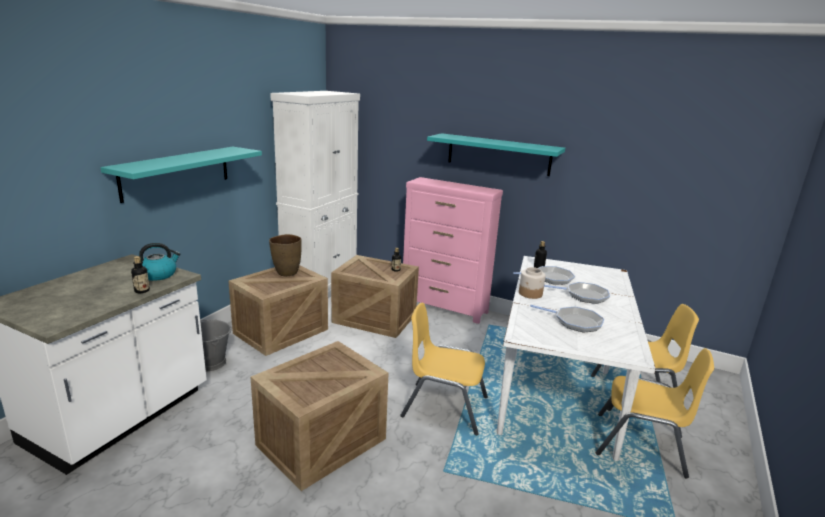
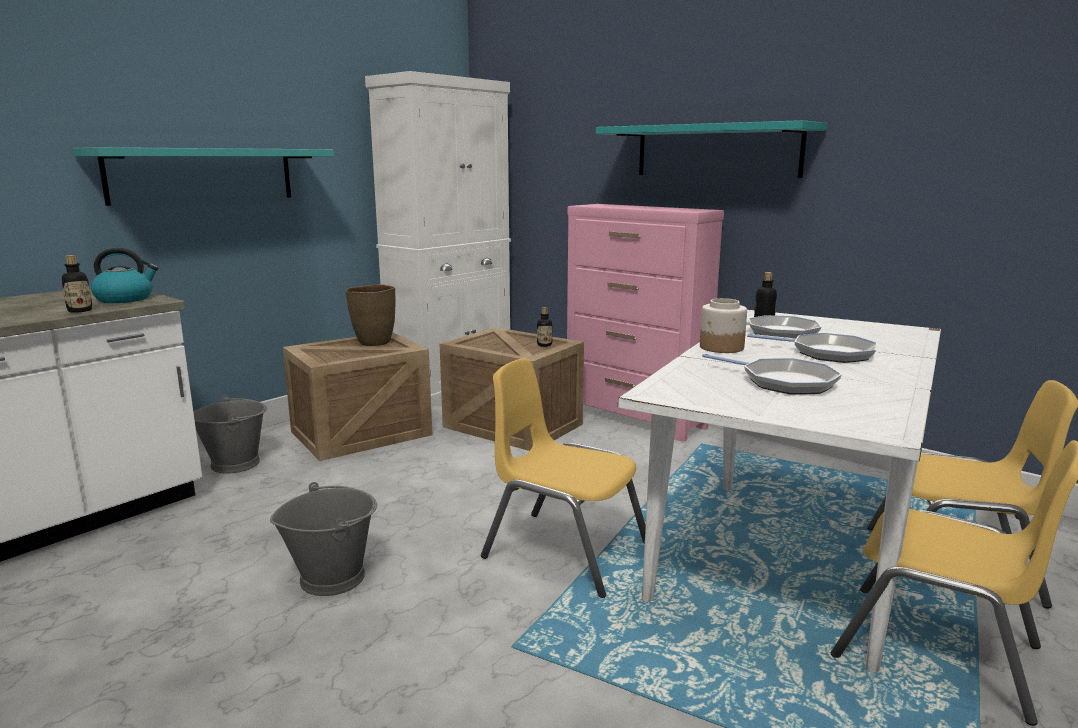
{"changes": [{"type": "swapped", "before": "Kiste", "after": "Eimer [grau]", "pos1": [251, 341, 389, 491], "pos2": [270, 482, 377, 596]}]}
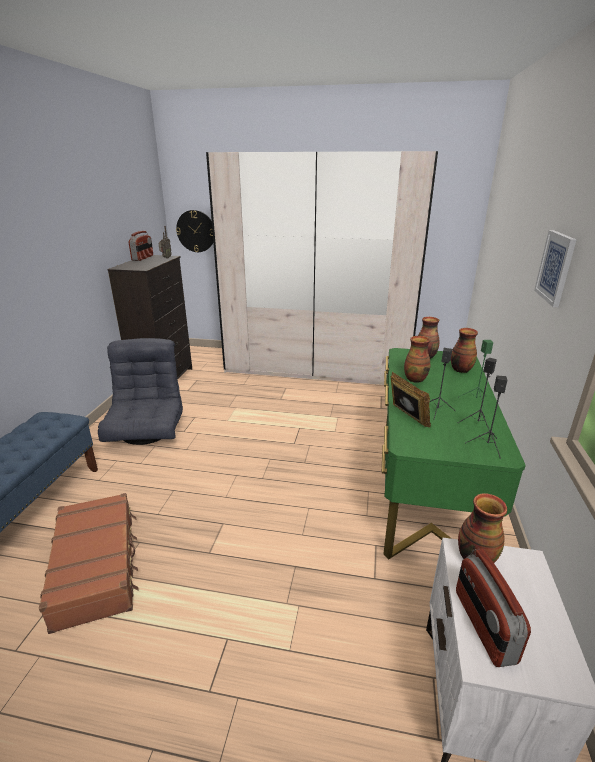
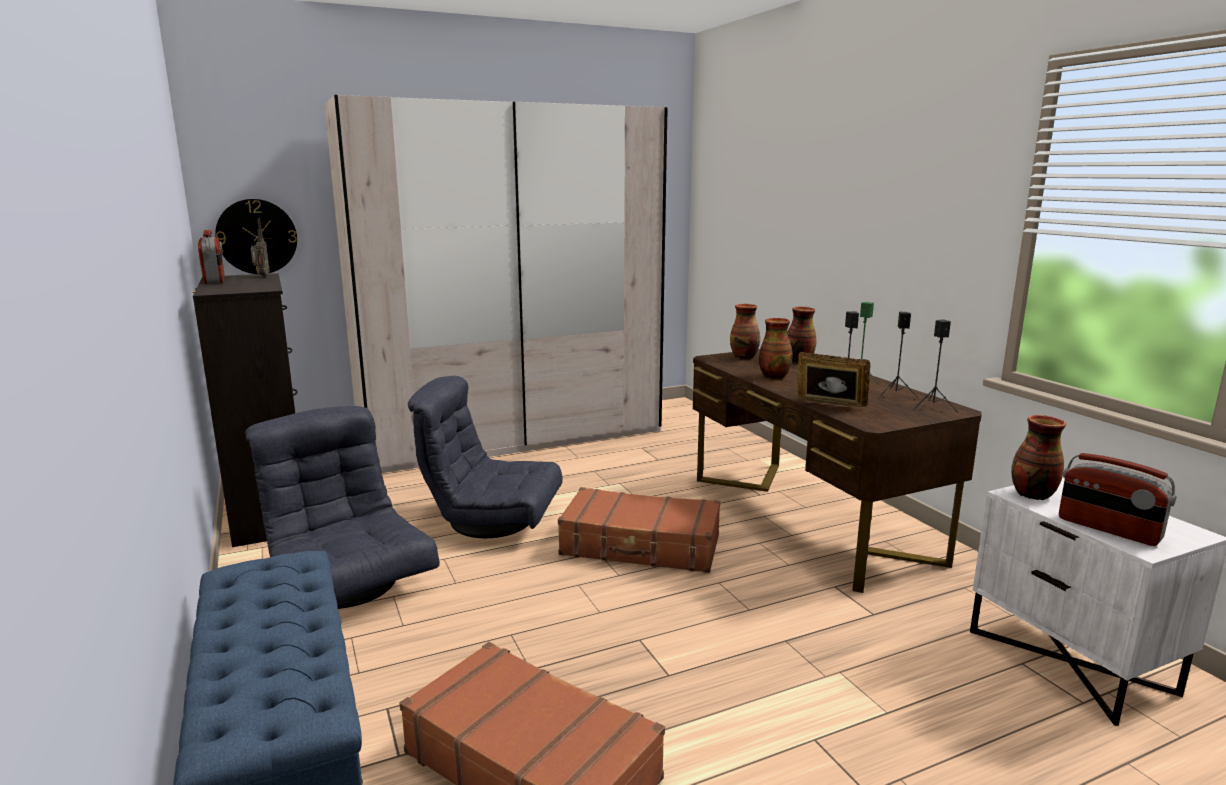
{"changes": [{"type": "gone", "before": "Bild", "pos1": [534, 230, 577, 307]}, {"type": "new", "after": "Sessel [grau]", "pos2": [408, 376, 563, 538]}, {"type": "new", "after": "Koffer [braun]", "pos2": [558, 487, 720, 573]}, {"type": "repainted", "before": "Schreibtisch [grün]", "after": "Schreibtisch [braun]", "pos1": [382, 348, 526, 559], "pos2": [693, 349, 982, 593]}]}
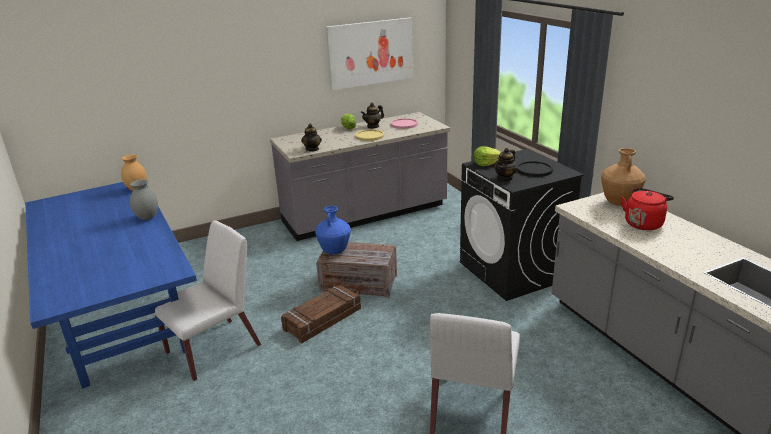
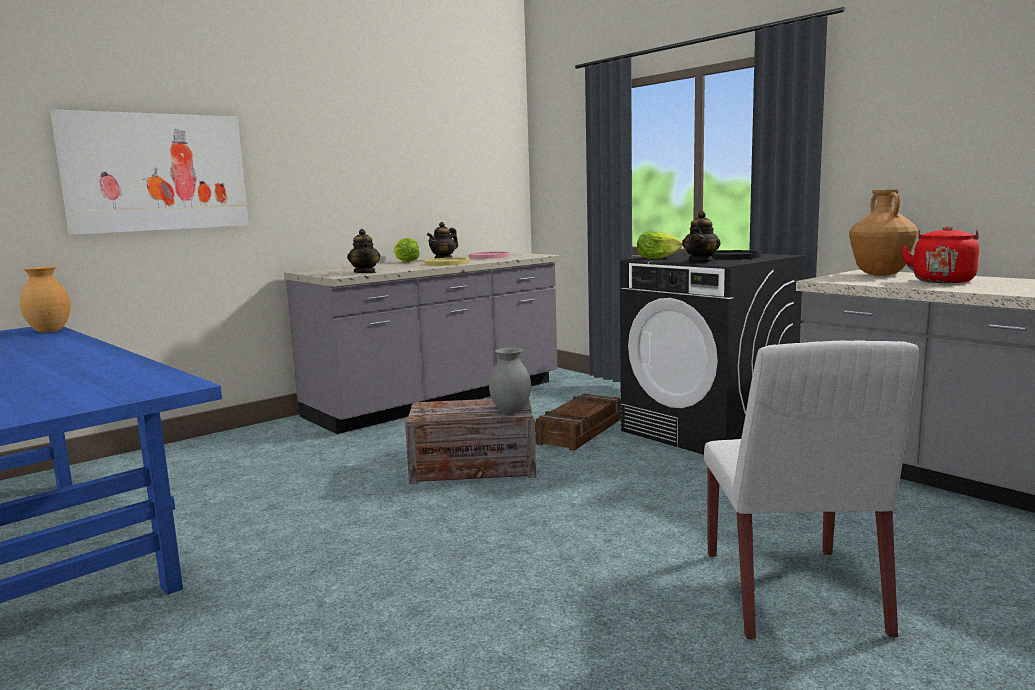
{"changes": [{"type": "gone", "before": "Stuhl [weiß]", "pos1": [153, 220, 261, 381]}, {"type": "gone", "before": "Vase [blau]", "pos1": [315, 206, 351, 255]}, {"type": "shifted", "before": "Vase [grau]", "pos1": [130, 179, 158, 220], "pos2": [489, 348, 531, 414]}, {"type": "shifted", "before": "Kiste", "pos1": [281, 284, 361, 343], "pos2": [535, 394, 621, 451]}, {"type": "shifted", "before": "Bild", "pos1": [326, 18, 413, 90], "pos2": [50, 109, 249, 235]}]}
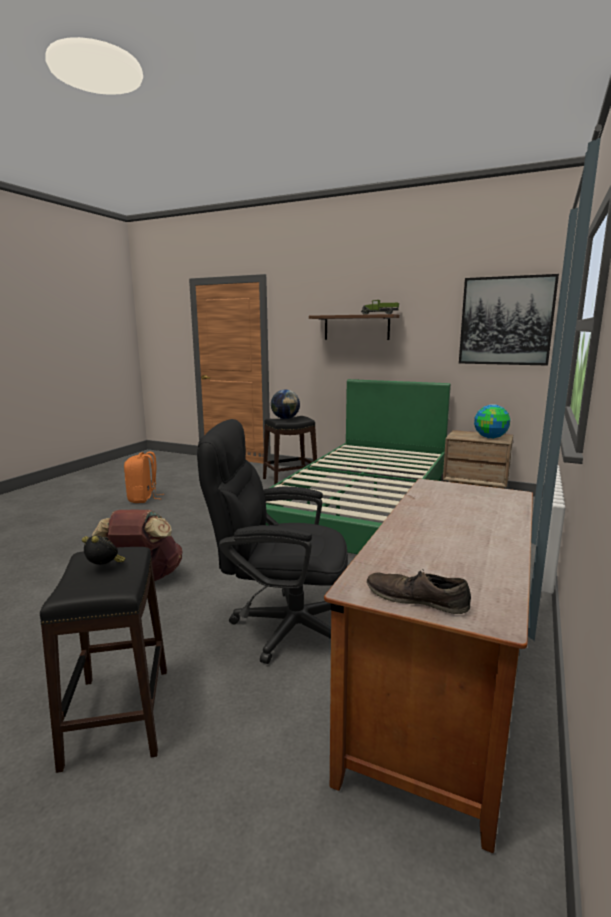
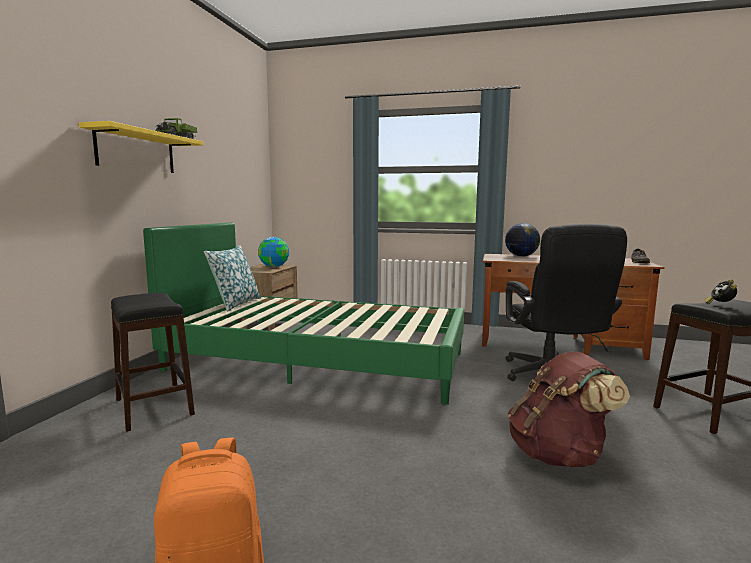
{"changes": [{"type": "gone", "before": "Bild", "pos1": [459, 274, 559, 366]}, {"type": "new", "after": "Kissen", "pos2": [204, 245, 261, 312]}, {"type": "shifted", "before": "Globus", "pos1": [271, 390, 300, 419], "pos2": [505, 223, 540, 257]}, {"type": "repainted", "before": "Wandregal [braun]", "after": "Wandregal [gelb]", "pos1": [309, 314, 399, 340], "pos2": [79, 121, 204, 173]}]}
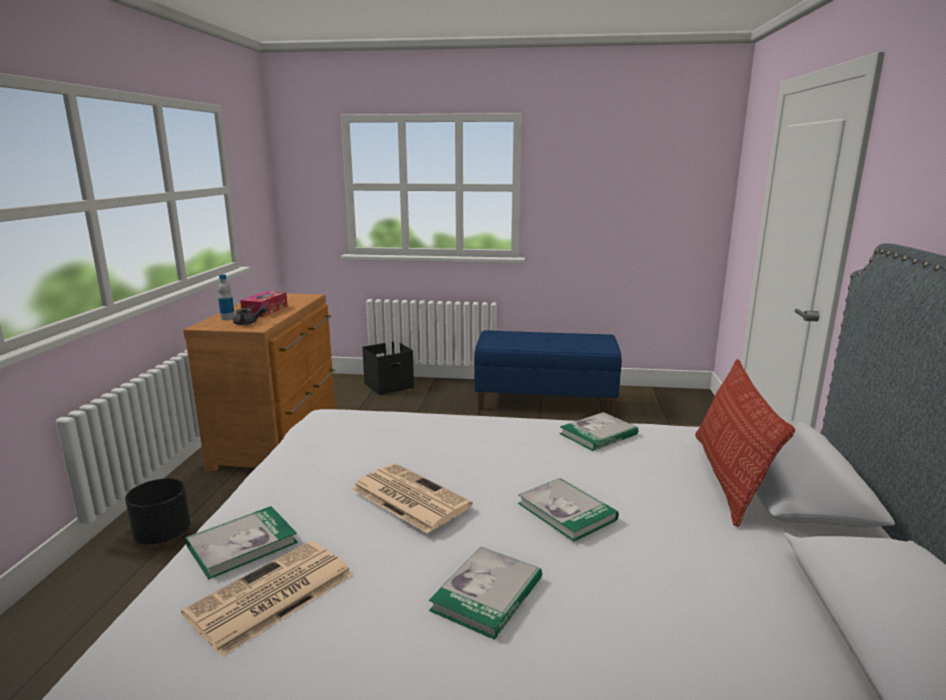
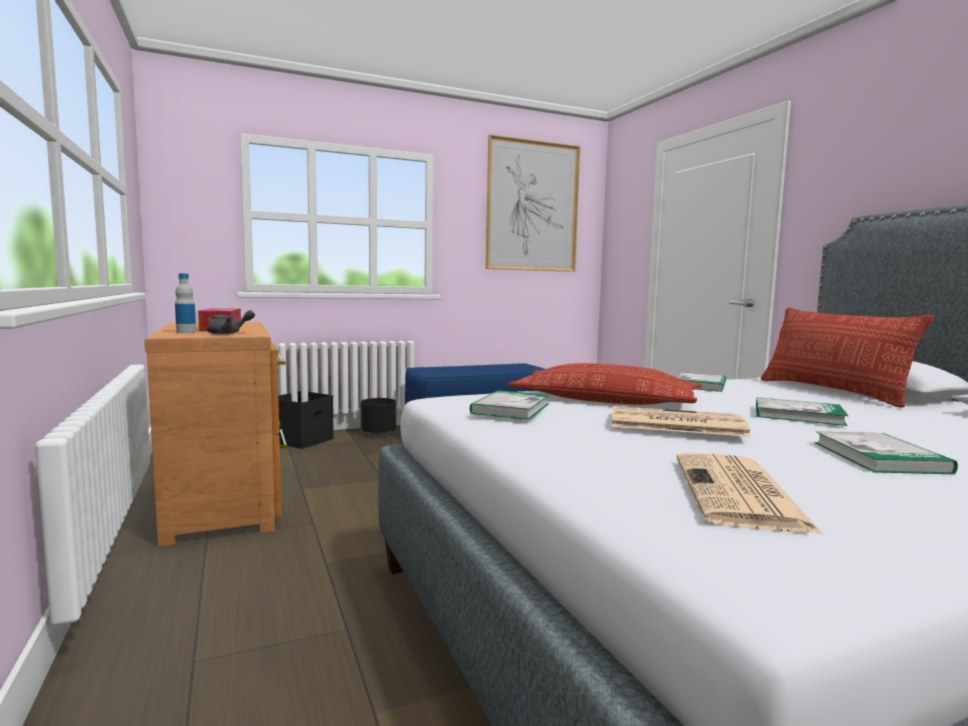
{"changes": [{"type": "new", "after": "Bild", "pos2": [486, 134, 580, 272]}, {"type": "new", "after": "Kissen", "pos2": [508, 363, 702, 405]}, {"type": "shifted", "before": "Pflanzkübel [schwarz]", "pos1": [125, 478, 191, 544], "pos2": [361, 398, 396, 436]}, {"type": "shifted", "before": "Buch", "pos1": [186, 506, 298, 579], "pos2": [470, 390, 549, 420]}]}
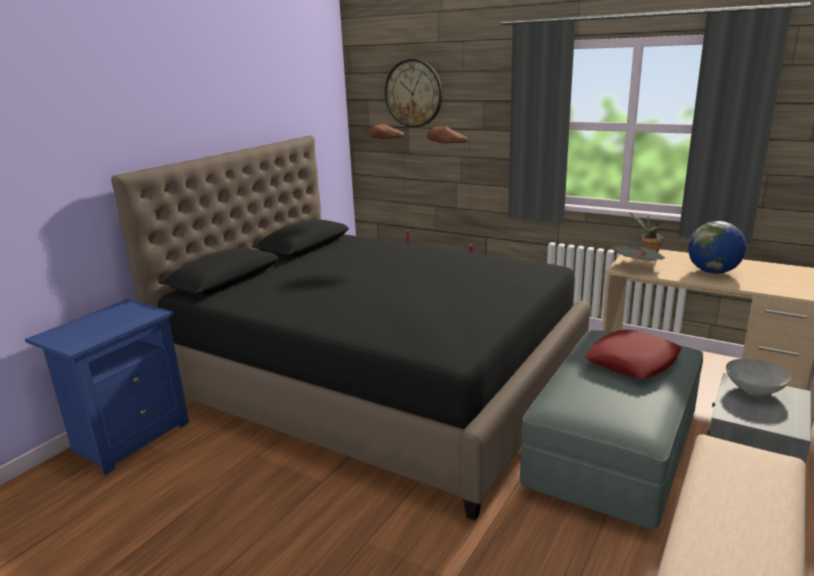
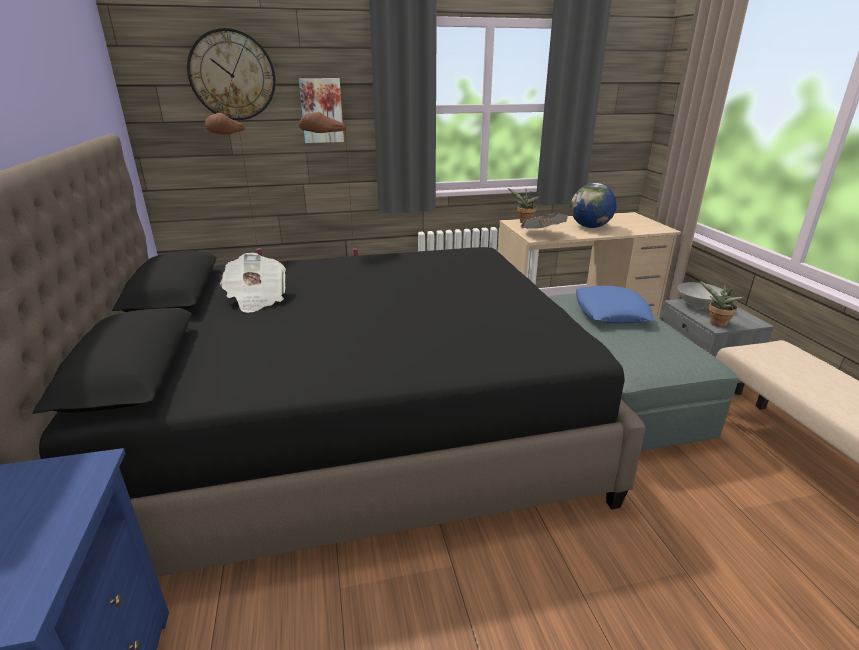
{"changes": [{"type": "new", "after": "Zeitung", "pos2": [220, 253, 286, 313]}, {"type": "new", "after": "Bild", "pos2": [299, 78, 344, 143]}, {"type": "new", "after": "Topfpflanze", "pos2": [700, 281, 744, 327]}, {"type": "repainted", "before": "Kissen [rot]", "after": "Kissen [blau]", "pos1": [585, 330, 682, 378], "pos2": [576, 286, 654, 323]}]}
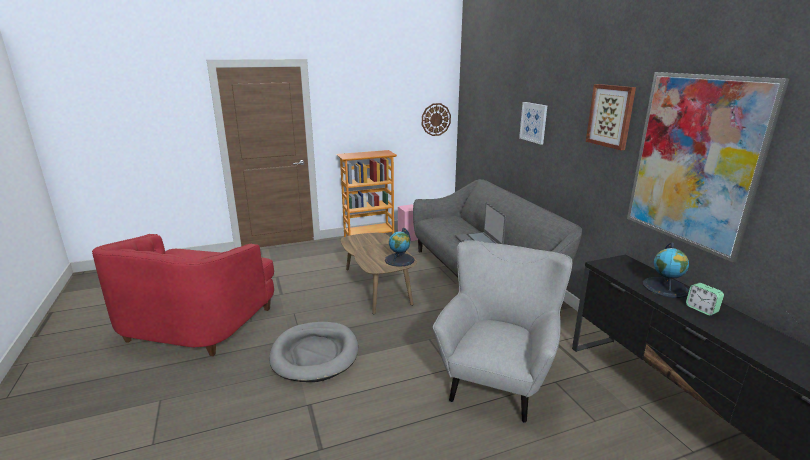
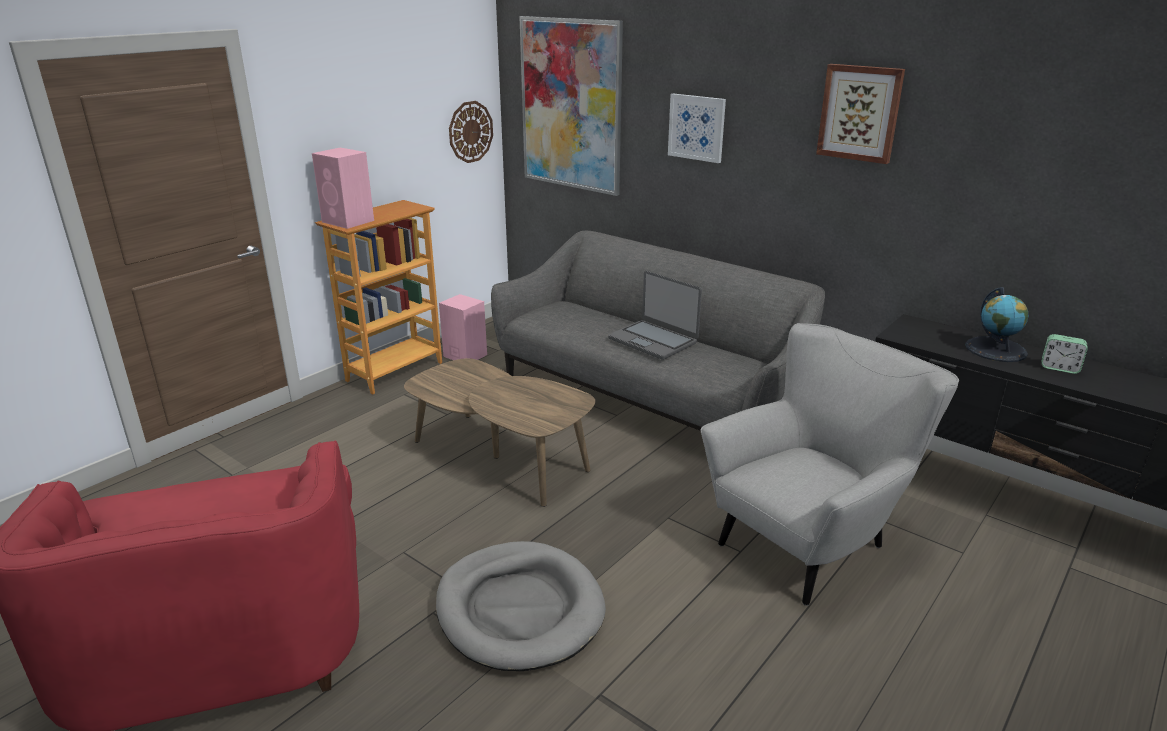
{"changes": [{"type": "gone", "before": "Globus", "pos1": [385, 228, 414, 267]}, {"type": "new", "after": "Lautsprecher [rosa]", "pos2": [312, 148, 374, 229]}, {"type": "shifted", "before": "Bild", "pos1": [627, 72, 789, 262], "pos2": [519, 16, 623, 196]}, {"type": "rotated", "before": "Sessel [grau]", "pos1": [433, 240, 572, 423], "pos2": [701, 323, 959, 606], "turn": 60}]}
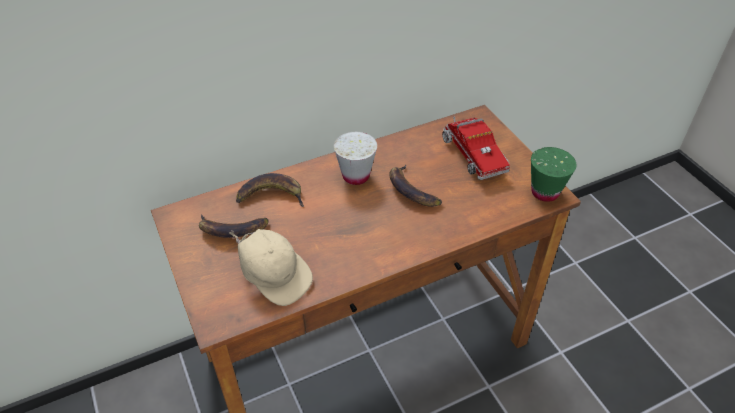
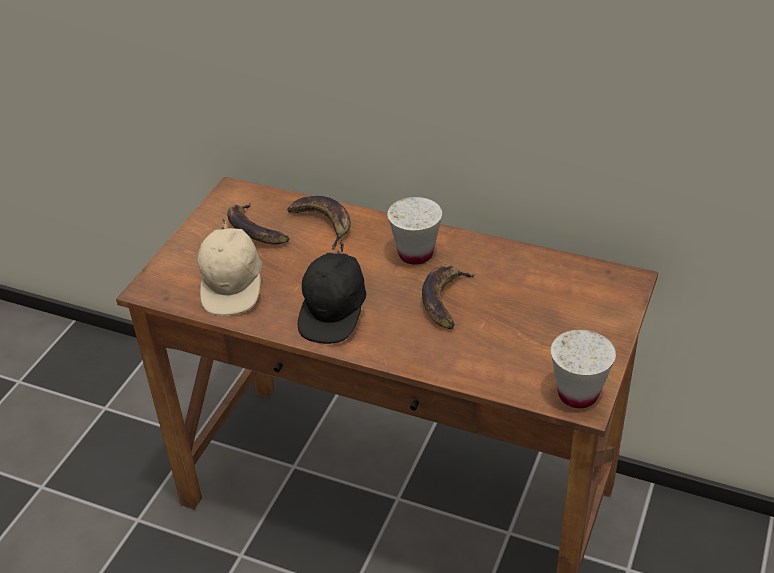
{"changes": [{"type": "gone", "before": "Spielzeuglaster", "pos1": [442, 116, 510, 180]}, {"type": "new", "after": "Kappe [schwarz]", "pos2": [298, 241, 366, 344]}, {"type": "repainted", "before": "Tasse [grün]", "after": "Tasse [weiß]", "pos1": [531, 147, 577, 202], "pos2": [551, 330, 616, 408]}]}
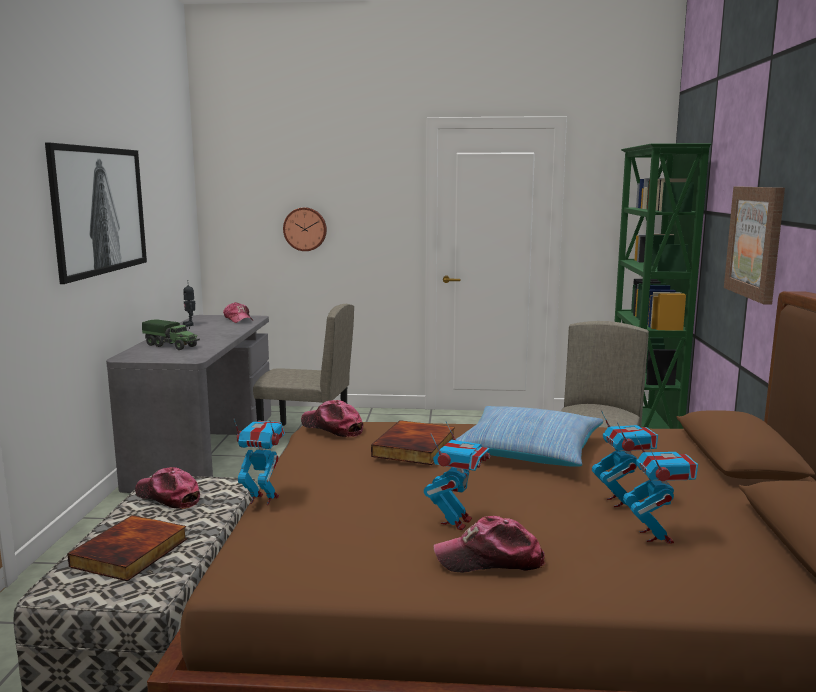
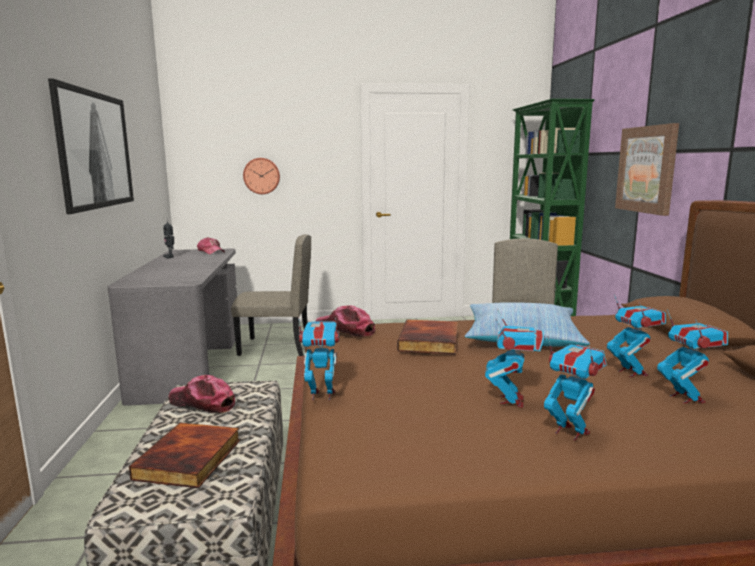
{"changes": [{"type": "gone", "before": "Spielzeuglaster", "pos1": [142, 319, 200, 350]}, {"type": "swapped", "before": "Kappe", "after": "Spielzeugroboter", "pos1": [433, 516, 545, 572], "pos2": [544, 336, 607, 441]}]}
